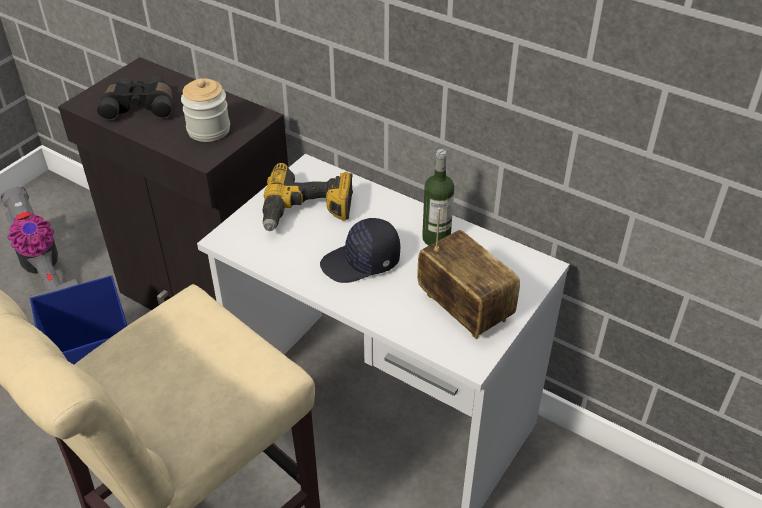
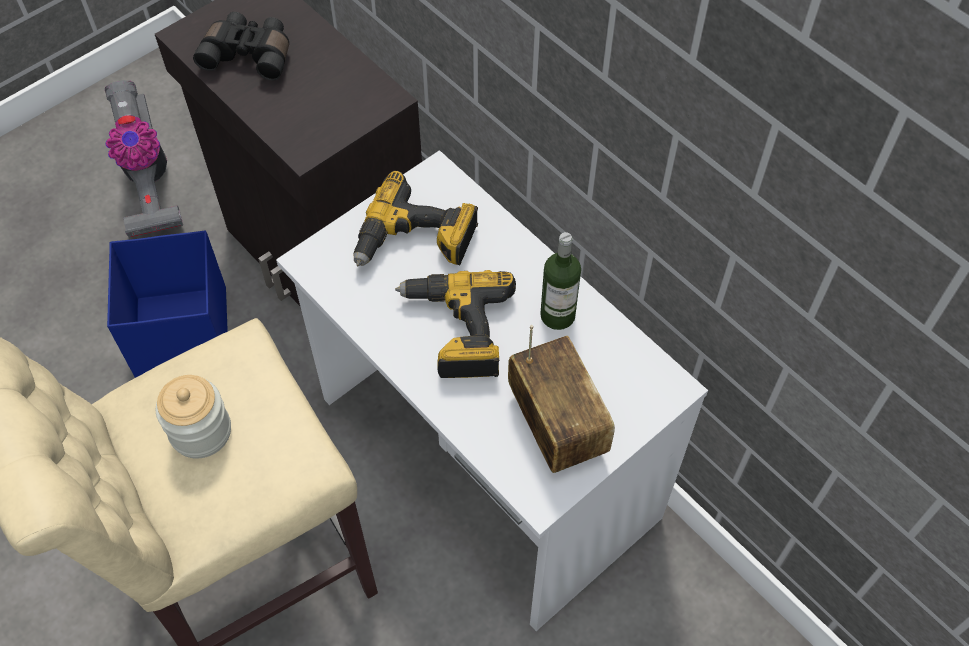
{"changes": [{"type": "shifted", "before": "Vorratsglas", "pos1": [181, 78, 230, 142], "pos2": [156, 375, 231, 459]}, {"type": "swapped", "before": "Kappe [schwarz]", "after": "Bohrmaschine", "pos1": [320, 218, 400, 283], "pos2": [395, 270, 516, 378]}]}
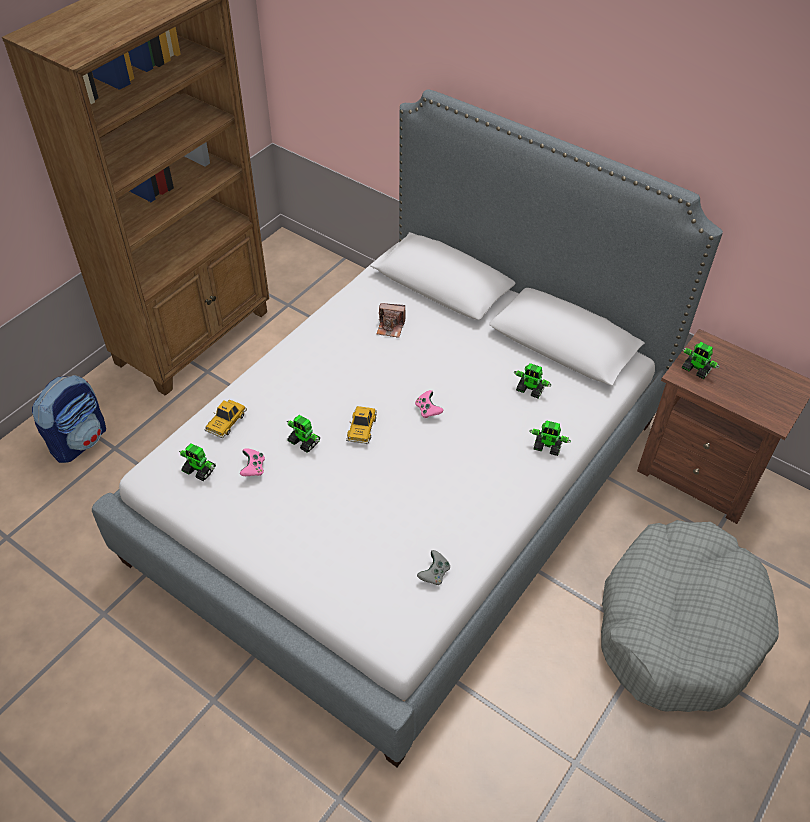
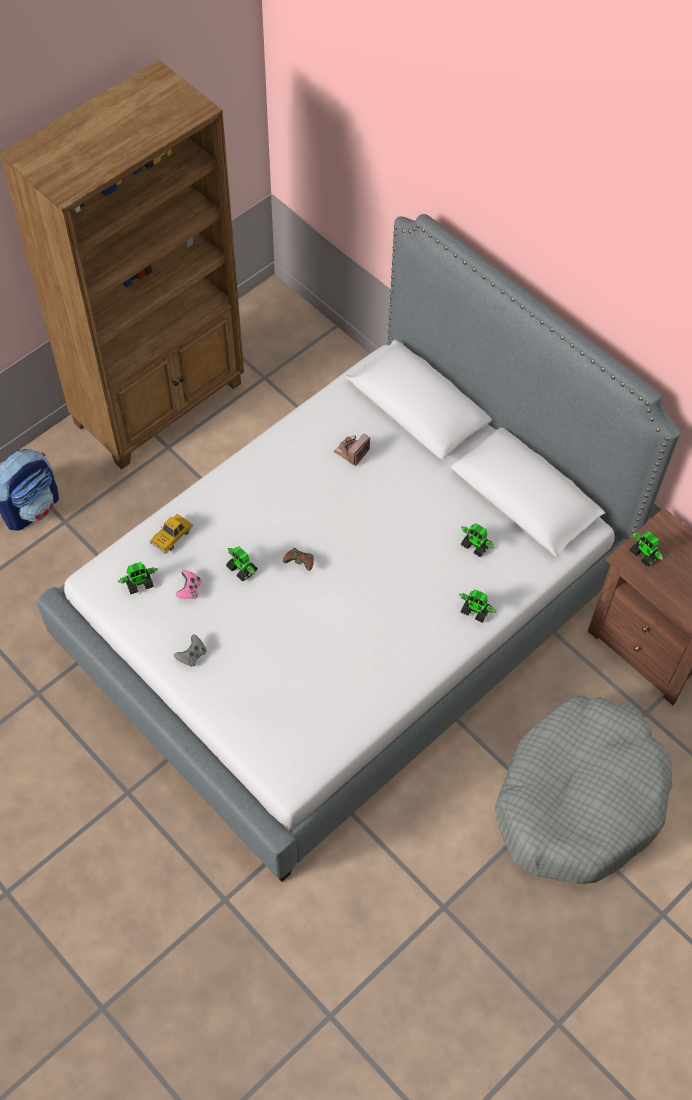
{"changes": [{"type": "gone", "before": "Gamepad [rosa]", "pos1": [415, 390, 443, 418]}, {"type": "shifted", "before": "Gamepad [grau]", "pos1": [417, 550, 450, 585], "pos2": [174, 635, 207, 667]}, {"type": "swapped", "before": "Spielzeugauto", "after": "Gamepad [braun]", "pos1": [346, 406, 377, 444], "pos2": [283, 548, 314, 571]}, {"type": "rotated", "before": "Spielzeugroboter", "pos1": [179, 443, 216, 481], "pos2": [118, 562, 158, 595], "turn": -60}, {"type": "rotated", "before": "Kamera", "pos1": [377, 303, 406, 338], "pos2": [334, 434, 370, 466], "turn": 105}]}
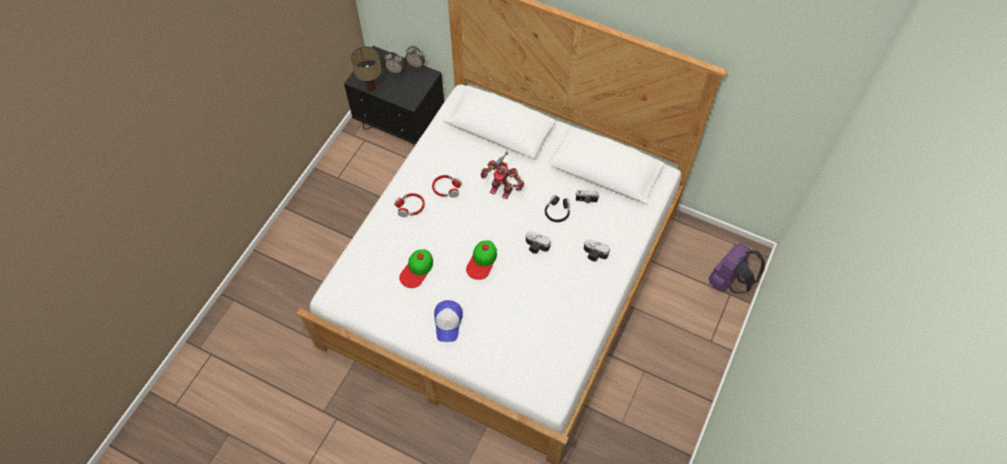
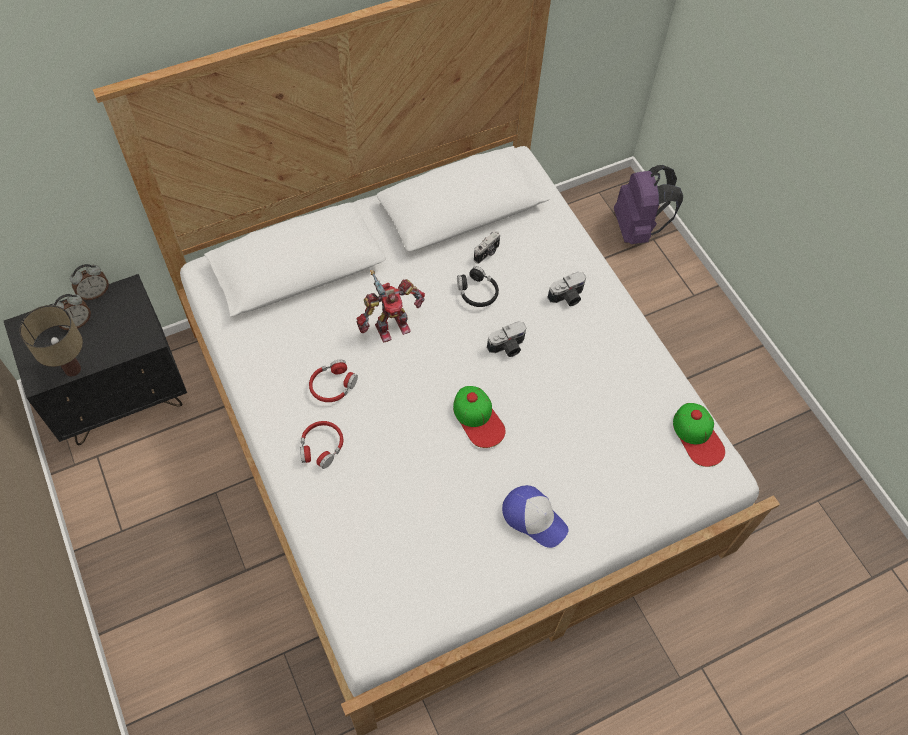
{"changes": [{"type": "shifted", "before": "Kappe", "pos1": [399, 249, 433, 288], "pos2": [673, 403, 725, 467]}]}
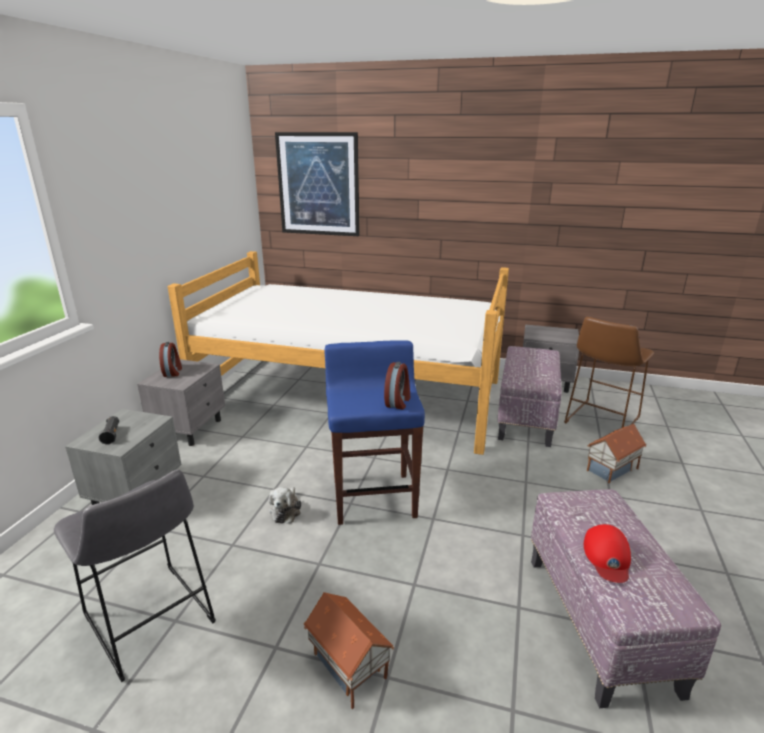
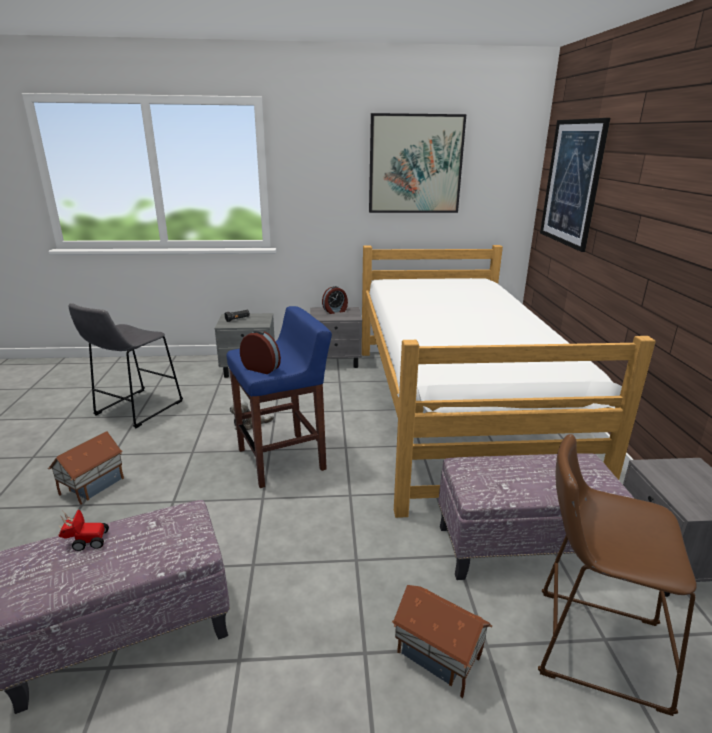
{"changes": [{"type": "new", "after": "Bild", "pos2": [369, 113, 466, 213]}, {"type": "swapped", "before": "Kappe [rot]", "after": "Spielzeugauto", "pos1": [584, 524, 631, 583], "pos2": [58, 510, 109, 551]}, {"type": "rotated", "before": "Wecker", "pos1": [384, 362, 410, 409], "pos2": [240, 330, 281, 374], "turn": -150}]}
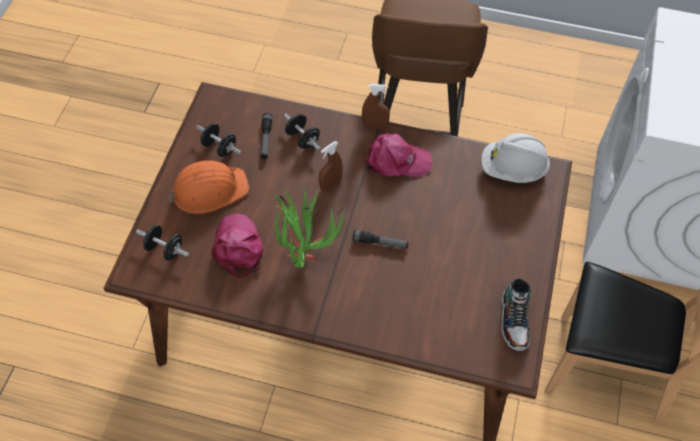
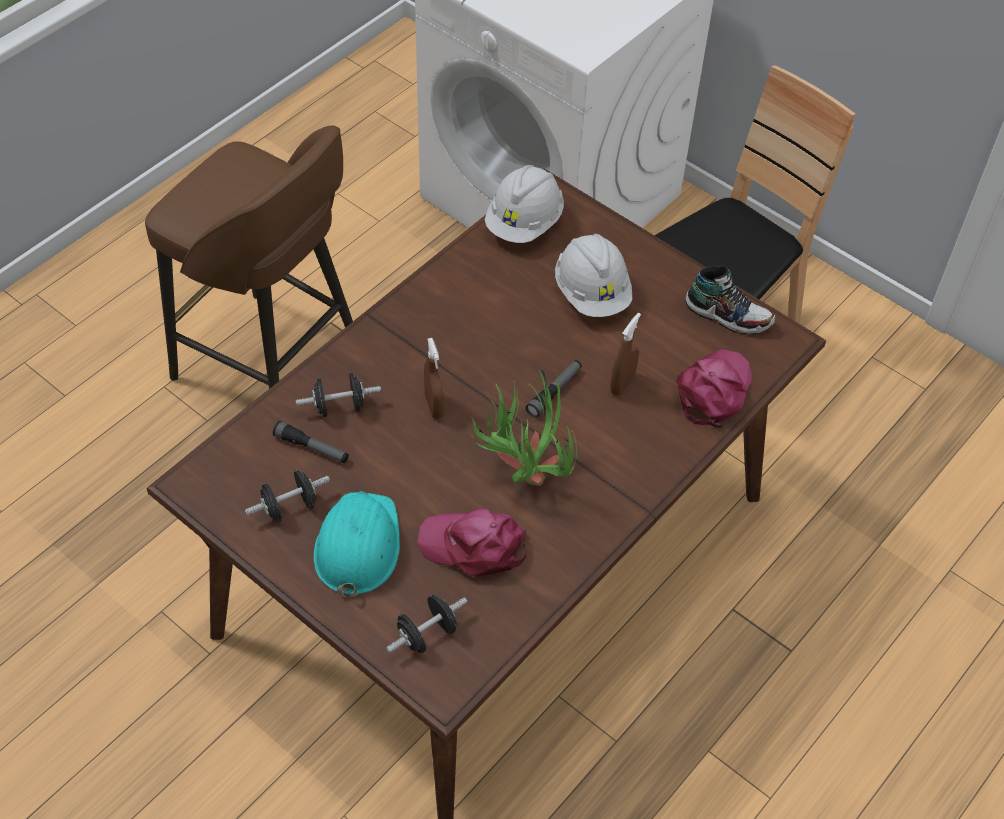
{"changes": [{"type": "new", "after": "Schutzhelm [weiß]", "pos2": [555, 234, 632, 317]}, {"type": "shifted", "before": "Sprühflasche [braun]", "pos1": [362, 84, 390, 129], "pos2": [610, 313, 641, 395]}, {"type": "shifted", "before": "Kappe [rosa]", "pos1": [363, 133, 433, 177], "pos2": [677, 349, 753, 428]}, {"type": "repainted", "before": "Schutzhelm [orange]", "after": "Schutzhelm [türkis]", "pos1": [168, 160, 249, 214], "pos2": [314, 491, 400, 599]}]}
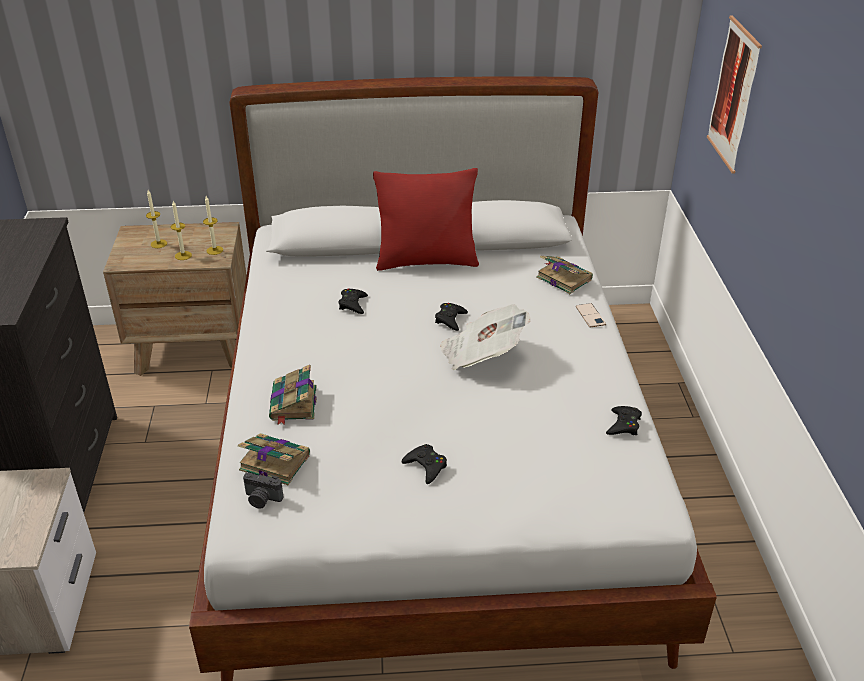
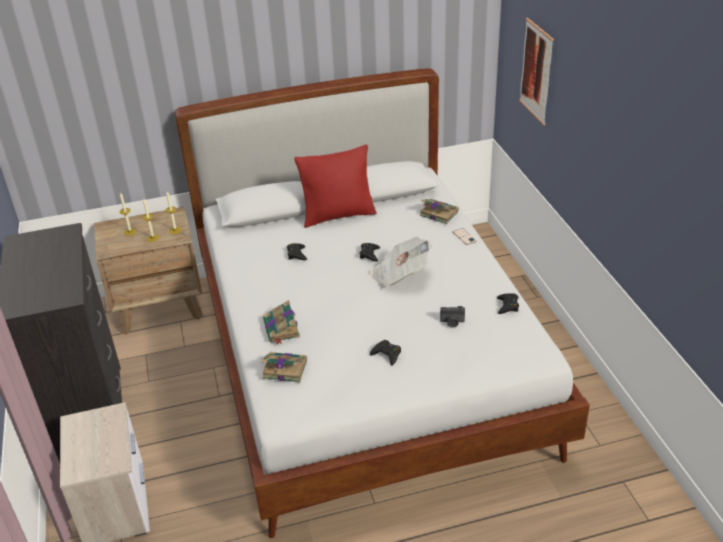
{"changes": [{"type": "shifted", "before": "Kamera", "pos1": [243, 472, 284, 509], "pos2": [440, 306, 465, 328]}]}
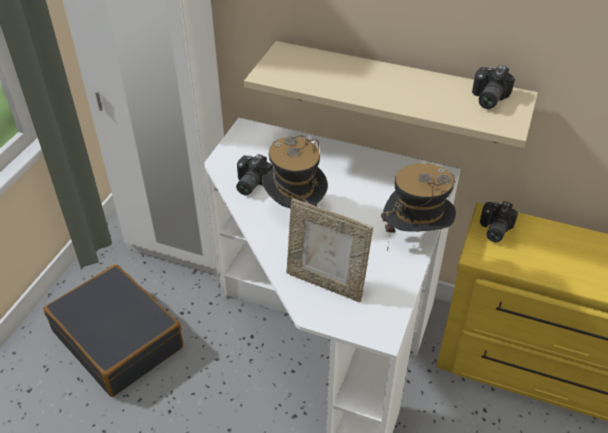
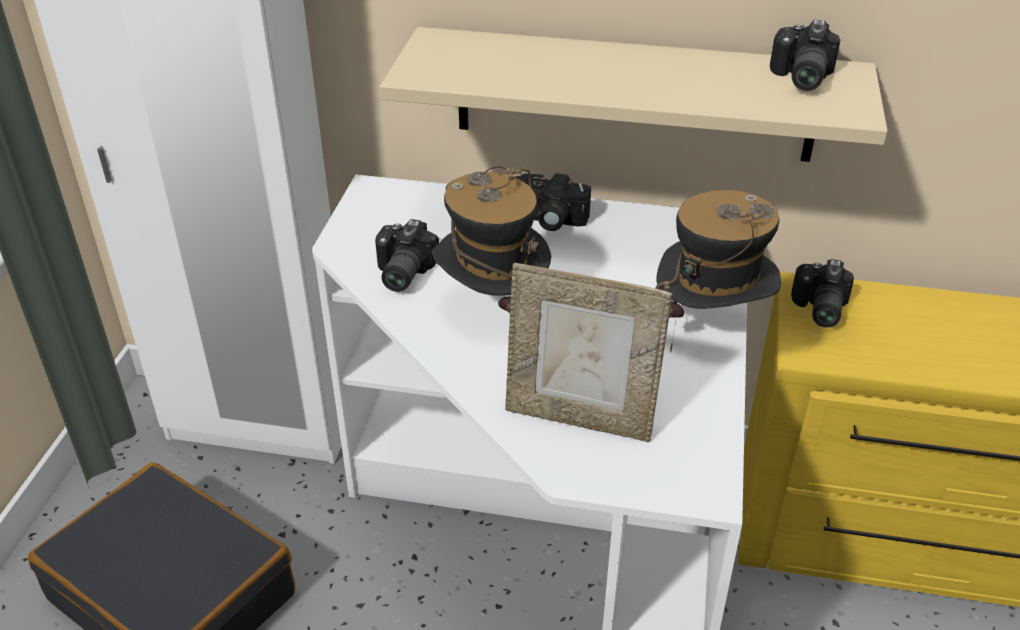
{"changes": [{"type": "new", "after": "Kamera", "pos2": [515, 173, 591, 231]}]}
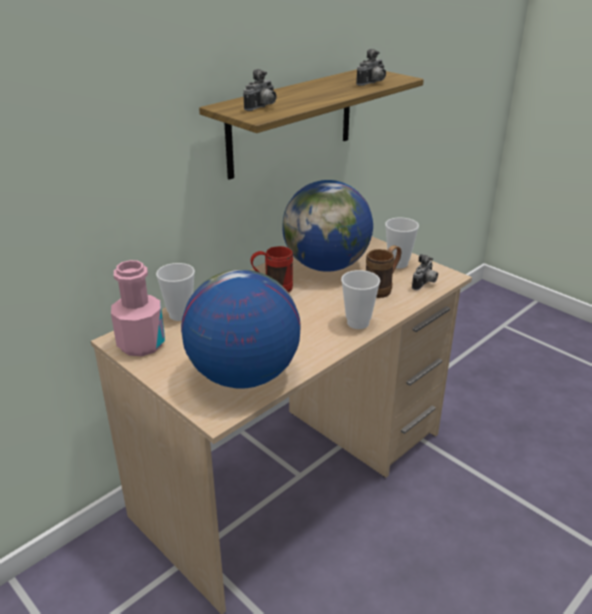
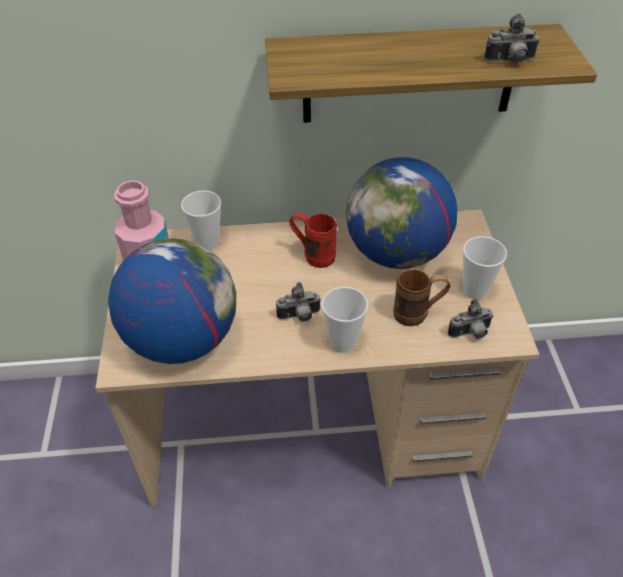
{"changes": [{"type": "shifted", "before": "Kamera", "pos1": [243, 69, 277, 111], "pos2": [276, 282, 321, 322]}]}
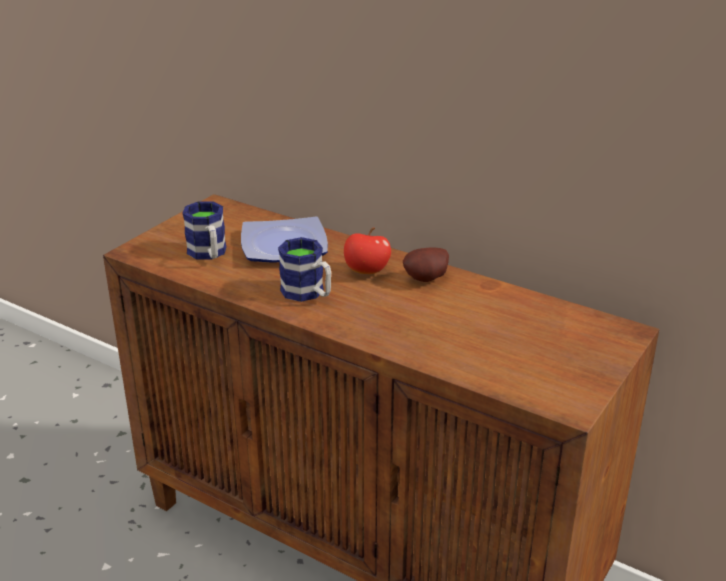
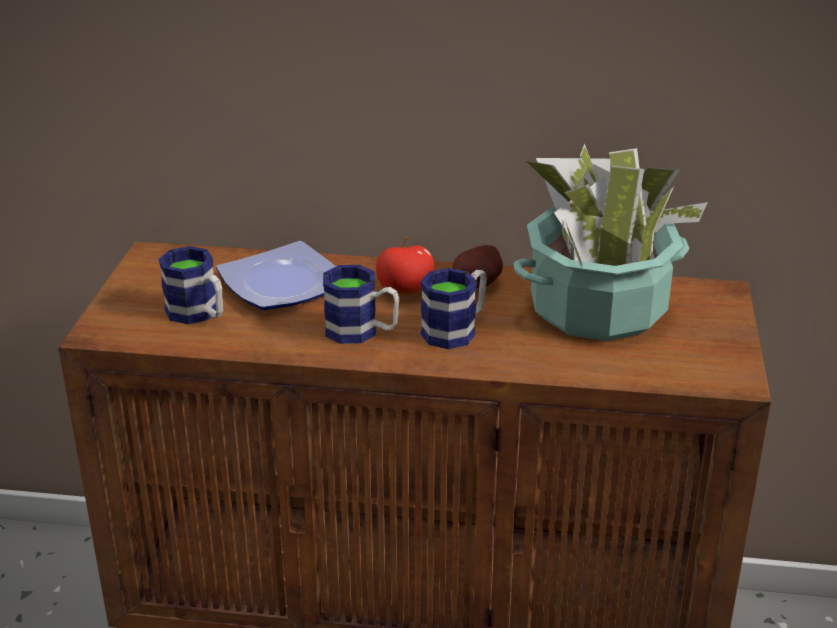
{"changes": [{"type": "new", "after": "Henkelbecher", "pos2": [421, 268, 487, 349]}, {"type": "new", "after": "Topfpflanze", "pos2": [513, 144, 708, 341]}]}
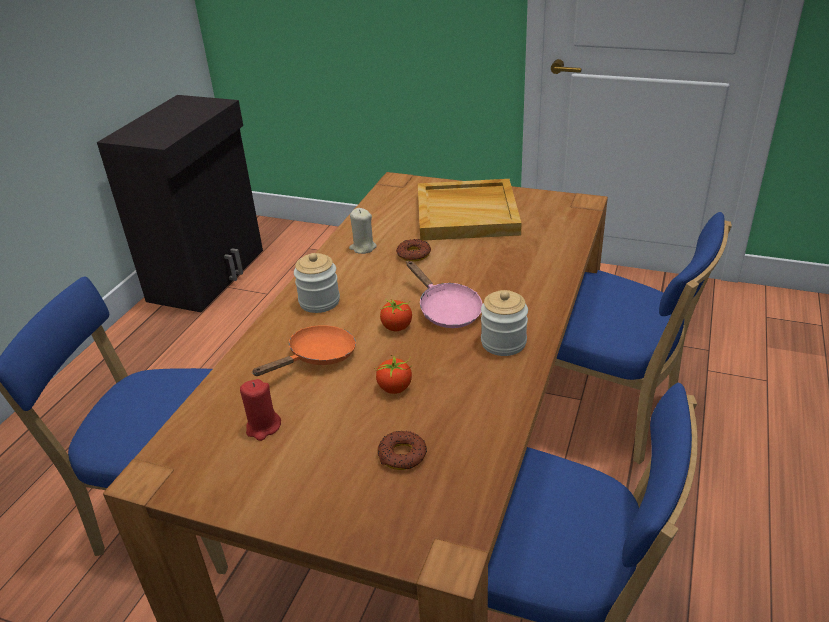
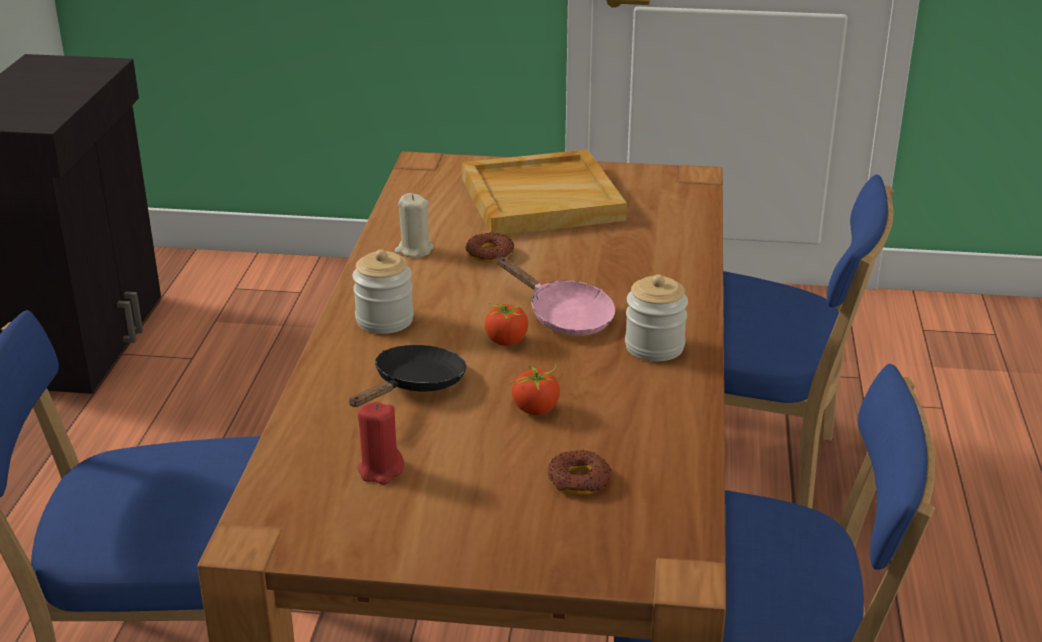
{"changes": [{"type": "repainted", "before": "Pfanne [orange]", "after": "Pfanne [schwarz]", "pos1": [252, 325, 356, 376], "pos2": [349, 345, 466, 407]}]}
